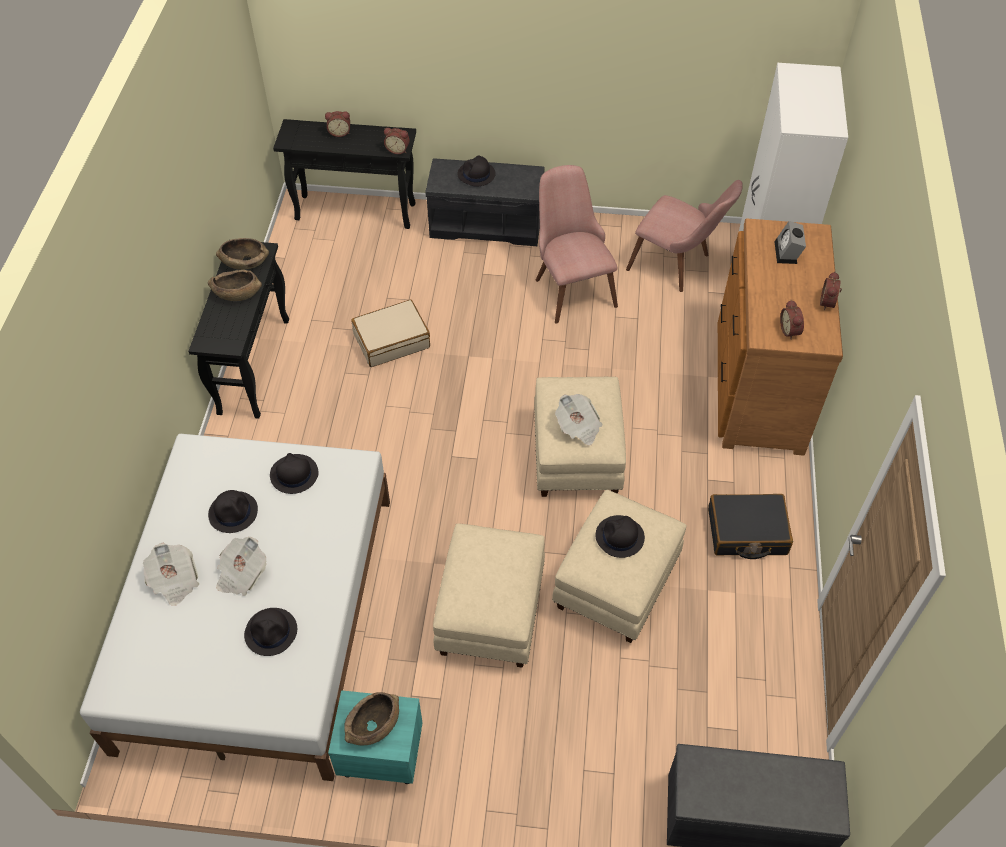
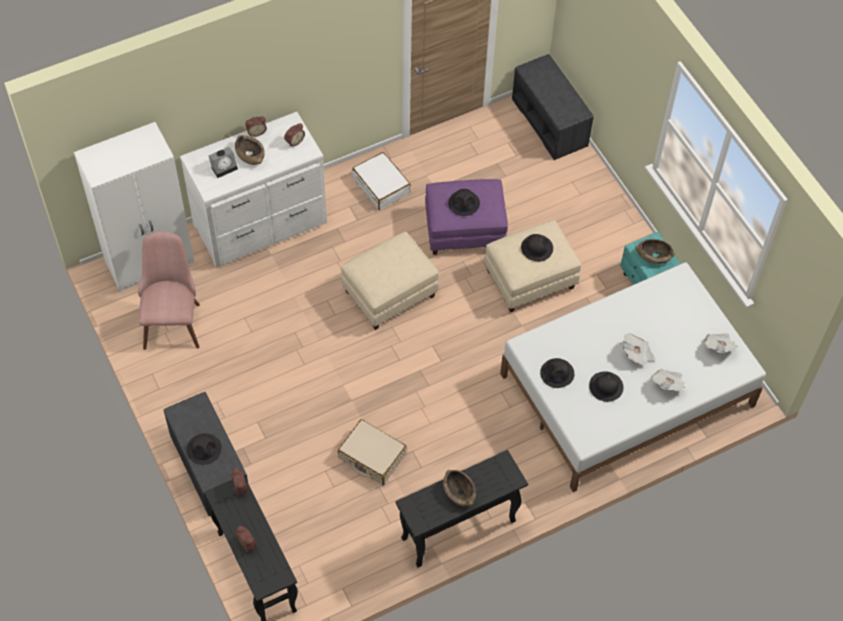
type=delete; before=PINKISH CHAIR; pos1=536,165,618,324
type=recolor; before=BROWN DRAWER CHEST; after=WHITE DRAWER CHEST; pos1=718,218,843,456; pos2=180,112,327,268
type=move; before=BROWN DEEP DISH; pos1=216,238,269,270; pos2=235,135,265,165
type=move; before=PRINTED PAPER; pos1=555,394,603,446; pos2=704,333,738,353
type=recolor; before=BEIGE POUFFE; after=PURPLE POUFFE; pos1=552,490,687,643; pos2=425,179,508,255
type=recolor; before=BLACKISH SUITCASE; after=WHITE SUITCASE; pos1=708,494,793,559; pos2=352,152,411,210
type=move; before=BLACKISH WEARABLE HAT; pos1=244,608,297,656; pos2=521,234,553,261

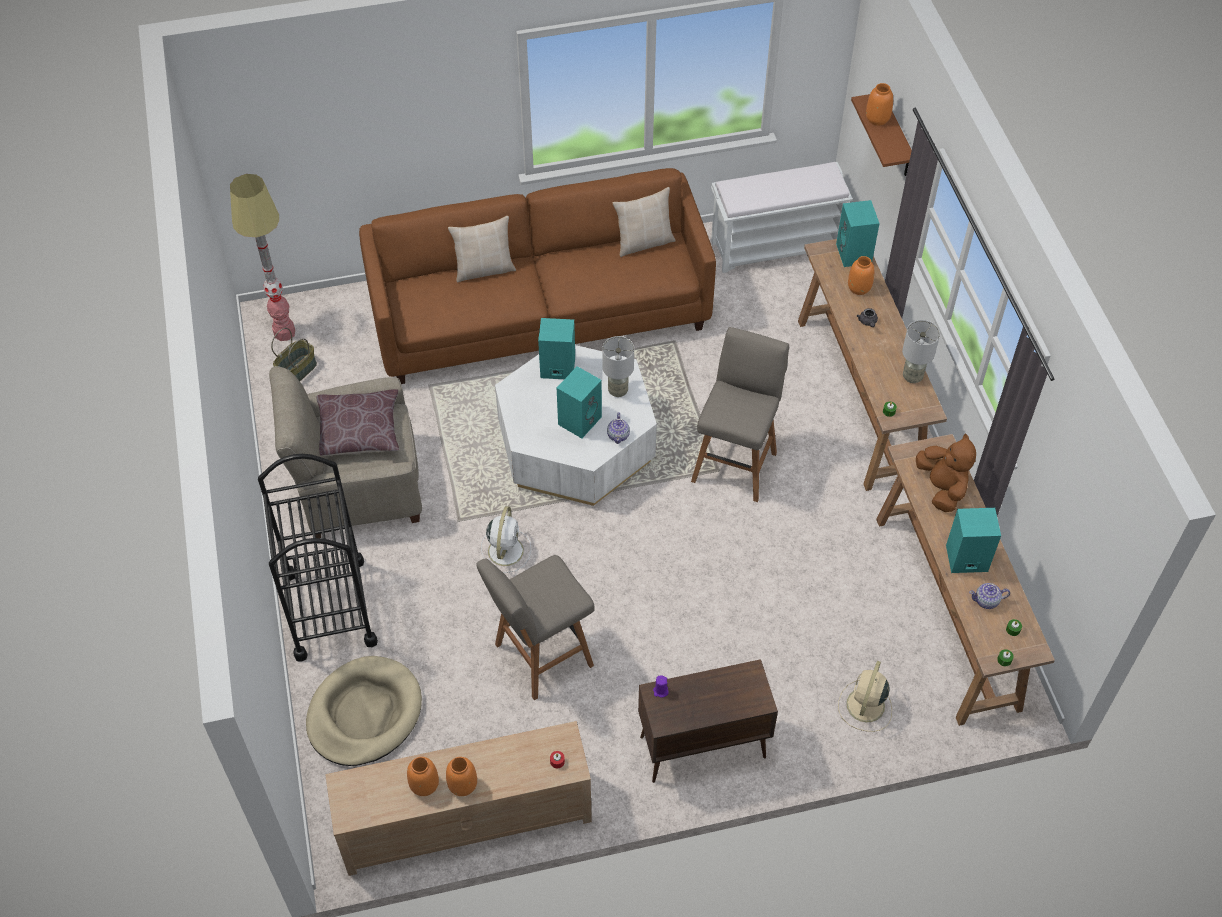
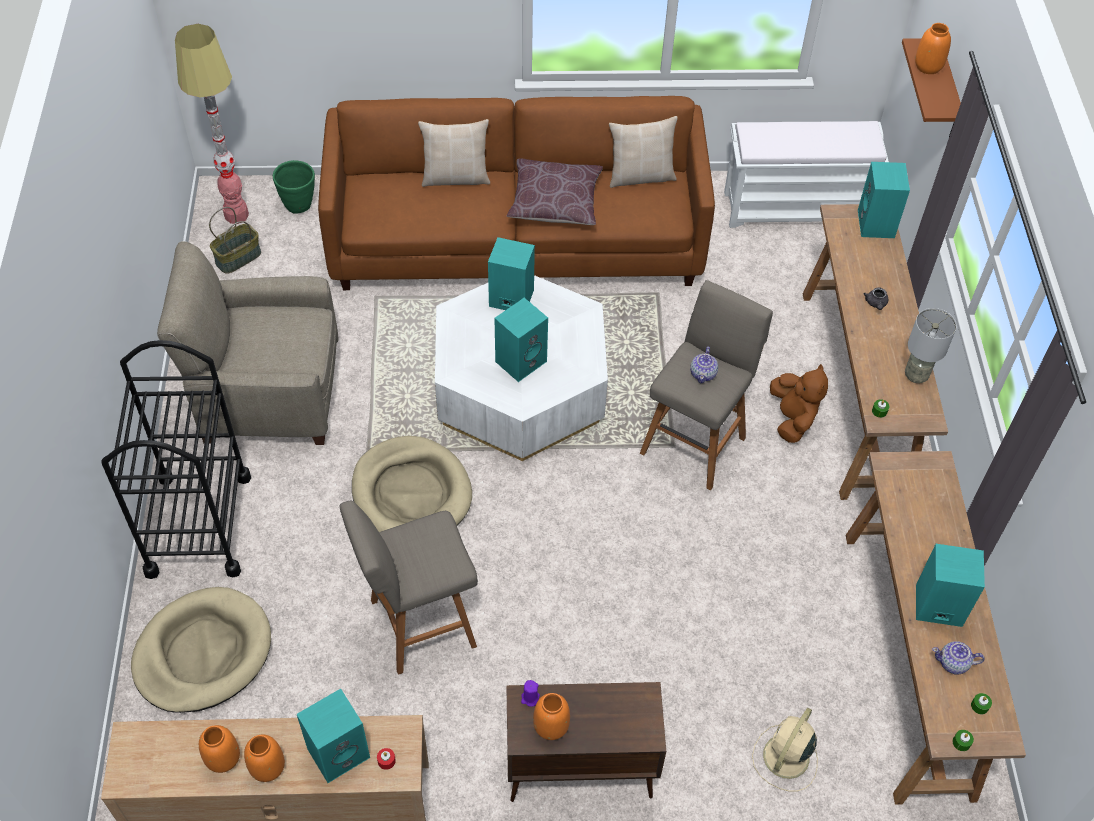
type=move; before=ORANGE DECORATIVE VASE; pos1=848,256,874,295; pos2=533,693,570,740
type=delete; before=GRAY TABLE LAMP; pos1=602,336,634,397
type=move; before=BROWN THROW PILLOW; pos1=316,389,399,456; pos2=507,159,603,225
type=move; before=POT FOR TEA; pos1=607,412,630,444; pos2=690,346,718,383
type=move; before=BROWN CUDDLY TOY; pos1=916,433,976,512; pos2=770,364,828,443
type=replace; before=WHITE FAN; after=BEIGE PET BED; pos1=481,506,531,573; pos2=352,436,472,532
type=insert; after=GREENISH PLANTER; pos2=273,160,315,213
type=insert; after=BLUE-GREEN SPEAKER; pos2=297,689,370,783

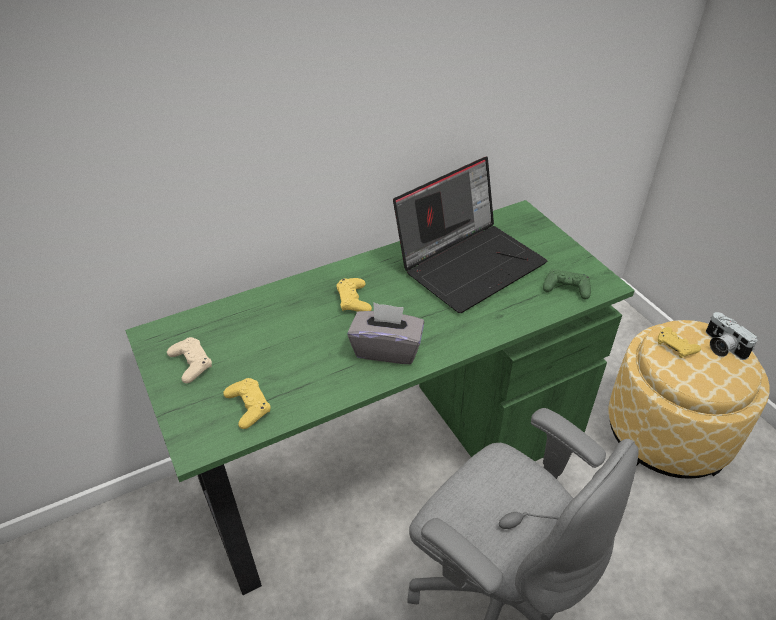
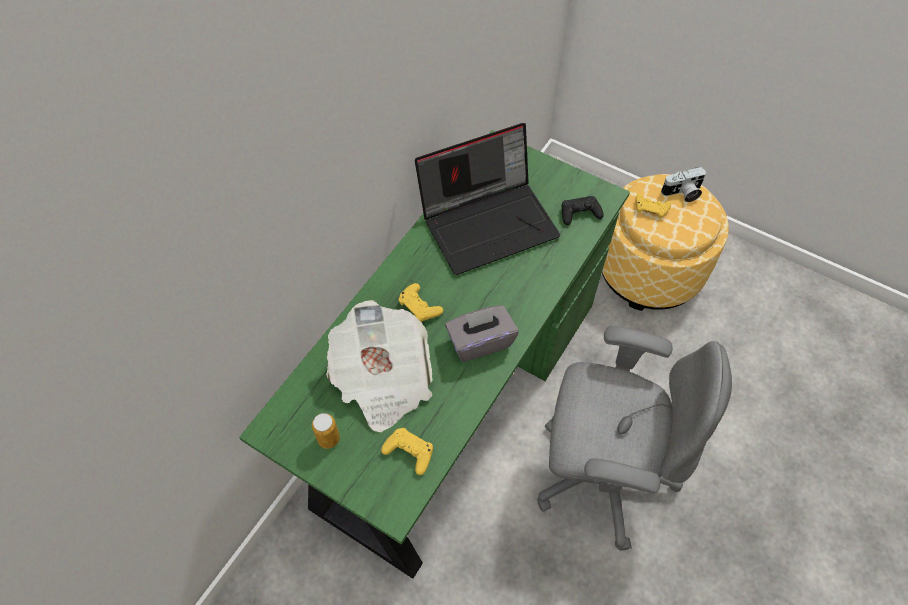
type=rotate; before=LAPTOP; pos1=393,156,547,313; pos2=415,123,560,275; turn=45
type=recolor; before=GREENISH JOYPAD; after=BLACKISH JOYPAD; pos1=543,269,591,300; pos2=562,196,604,225
type=rotate; before=PHOTO CAMERA; pos1=706,312,757,360; pos2=661,167,706,202; turn=-45
type=replace; before=BEIGE JOYPAD; after=METAL CAN; pos1=167,337,212,383; pos2=312,413,340,449
type=insert; after=PRINTED PAPER; pos2=326,300,433,432

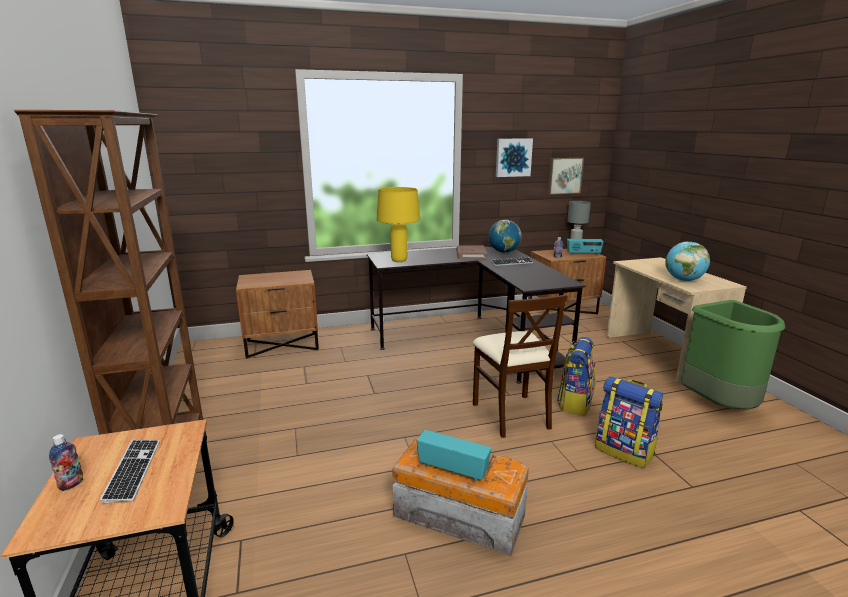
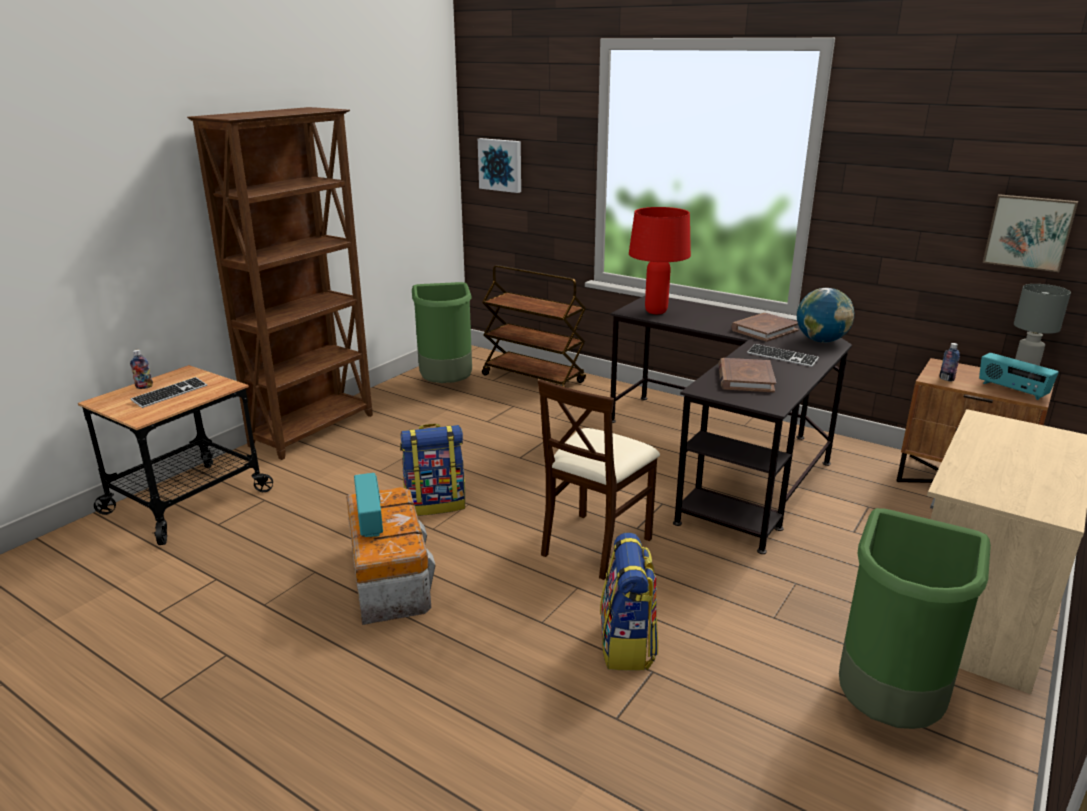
type=move; before=PICTURE; pos1=496,138,533,177; pos2=478,138,521,193
type=recolor; before=YELLOWISH TABLE LAMP; after=REDDISH TABLE LAMP; pos1=377,187,420,262; pos2=629,207,691,314
type=delete; before=WORLD GLOBE; pos1=665,242,710,281
type=replace; before=BROWN NIGHT TABLE; after=BROWN WHEELED CART; pos1=236,270,319,359; pos2=482,265,586,387
type=move; before=BACKPACK; pos1=557,337,596,416; pos2=400,424,465,516
type=insert; after=GREENISH RUBBISH BIN; pos2=412,282,472,383
type=insert; after=BROWN BOUND BOOK; pos2=718,358,776,393

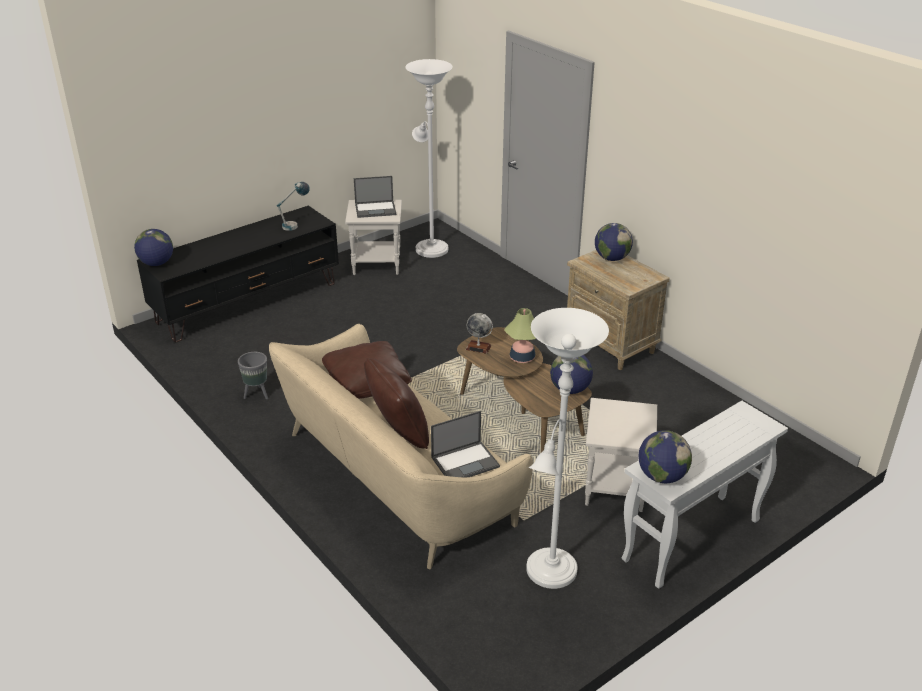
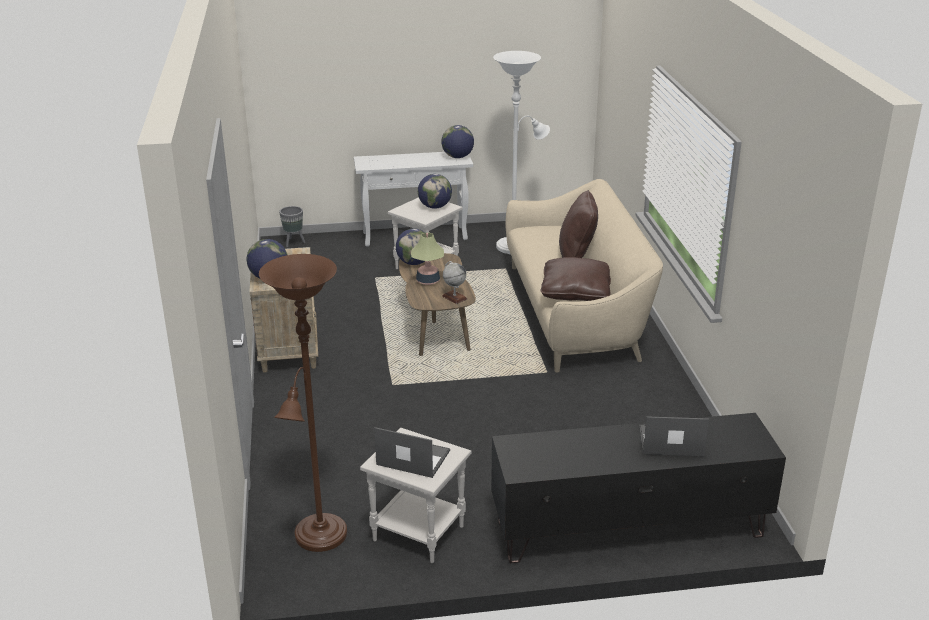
type=recolor; before=WHITE STANDING LAMP; after=BROWN STANDING LAMP; pos1=406,59,453,258; pos2=259,254,347,552
type=delete; before=TABLE LAMP; pos1=277,182,310,231
type=move; before=WORLD GLOBE; pos1=134,229,173,266; pos2=418,174,452,209
type=move; before=GRAY PLANTER; pos1=238,352,268,399; pos2=279,206,305,247
type=move; before=LAPTOP; pos1=431,411,500,477; pos2=639,416,709,456

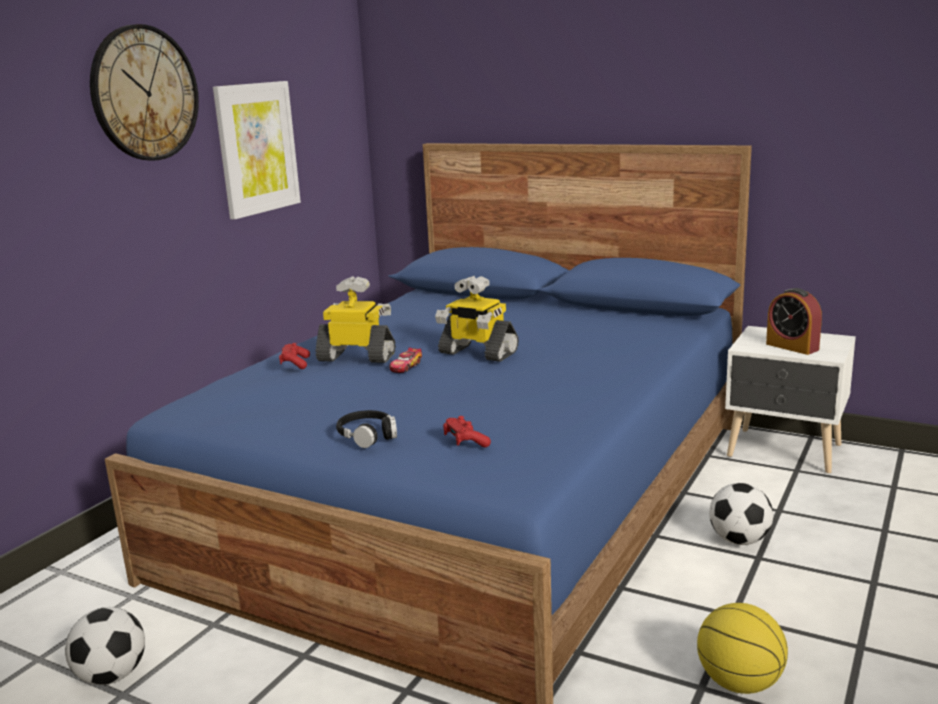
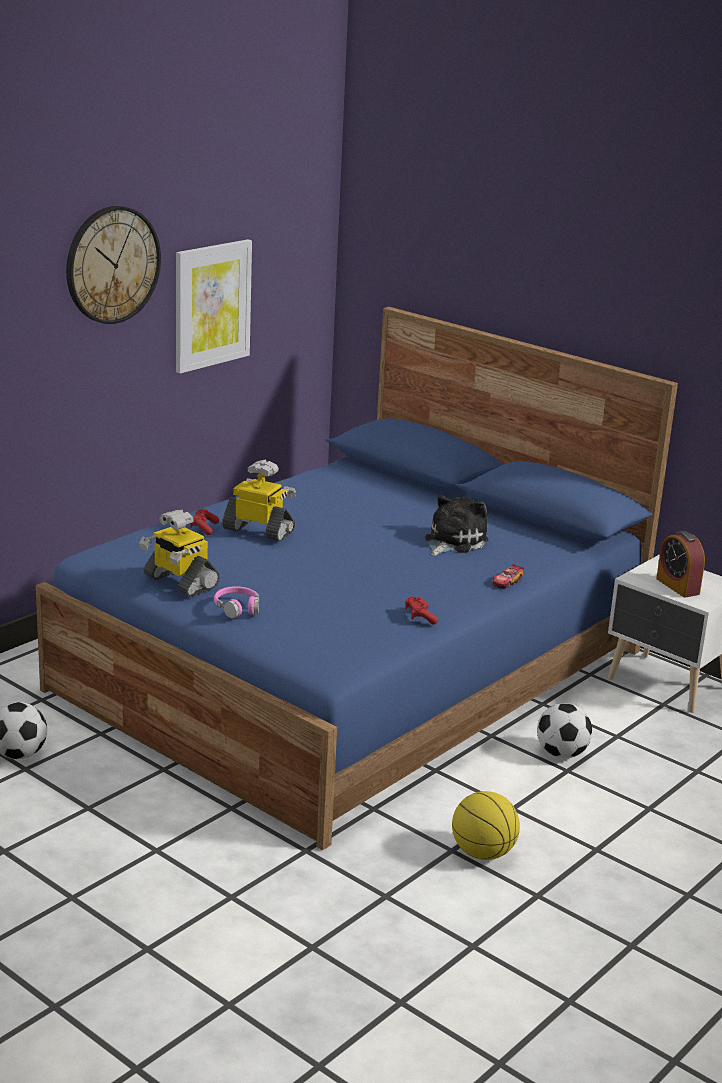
type=move; before=ROBOT FIGURE; pos1=435,276,519,362; pos2=139,510,219,597
type=move; before=MODEL CAR; pos1=389,347,422,373; pos2=492,564,524,588
type=recolor; before=BLACKISH HEADSET; after=PINKISH HEADSET; pos1=336,410,397,448; pos2=214,586,259,618
type=move; before=REDDISH JOYPAD; pos1=443,416,491,448; pos2=405,596,438,624
type=insert; after=CUDDLY TOY; pos2=425,495,489,556

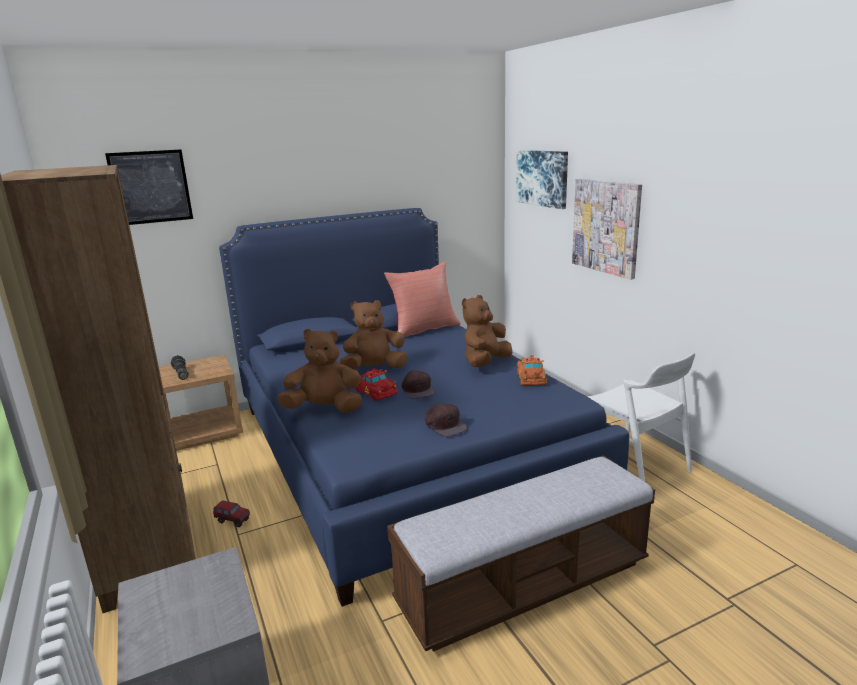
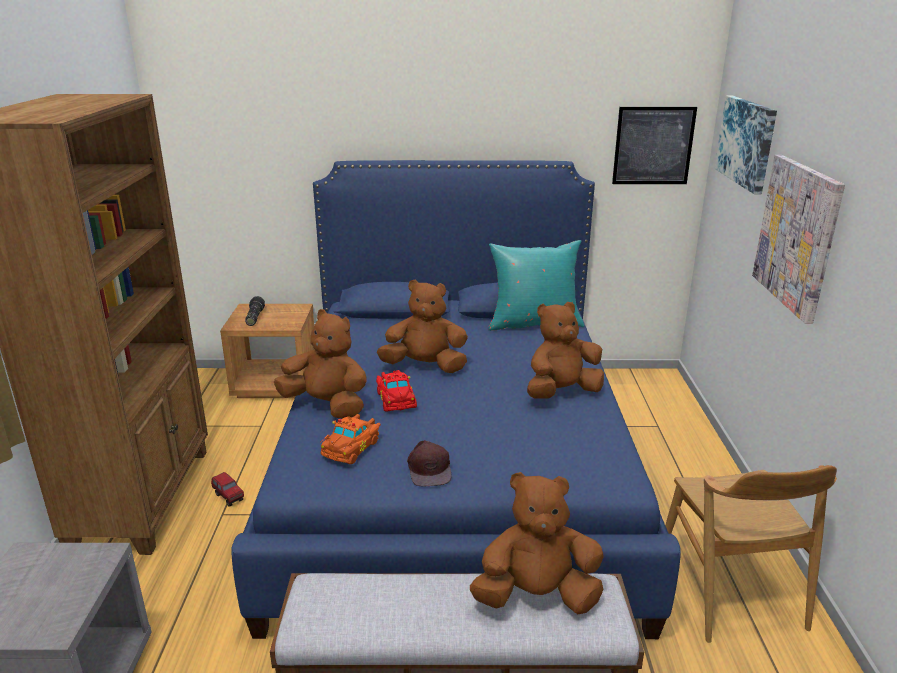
type=move; before=PICTURE; pos1=105,149,193,225; pos2=612,107,697,184
type=recolor; before=REDDISH THROW PILLOW; after=BLUE-GREEN THROW PILLOW; pos1=384,261,461,337; pos2=488,240,584,331
type=recolor; before=WHITE CHAIR; after=BROWN CHAIR; pos1=588,353,695,482; pos2=665,465,837,643
type=move; before=ORANGE MODEL CAR; pos1=517,355,547,386; pos2=320,414,381,464
type=delete; before=BROWN CAP; pos1=402,370,435,399
type=insert; after=BROWN CUDDLY TOY; pos2=470,472,604,614

